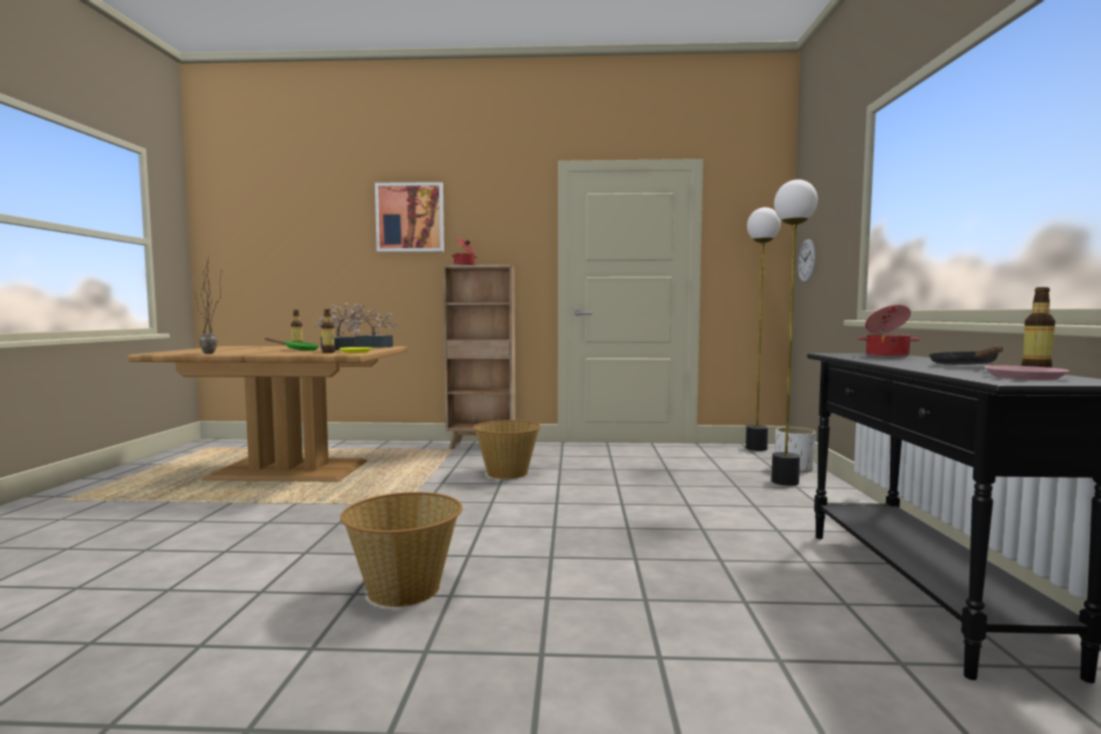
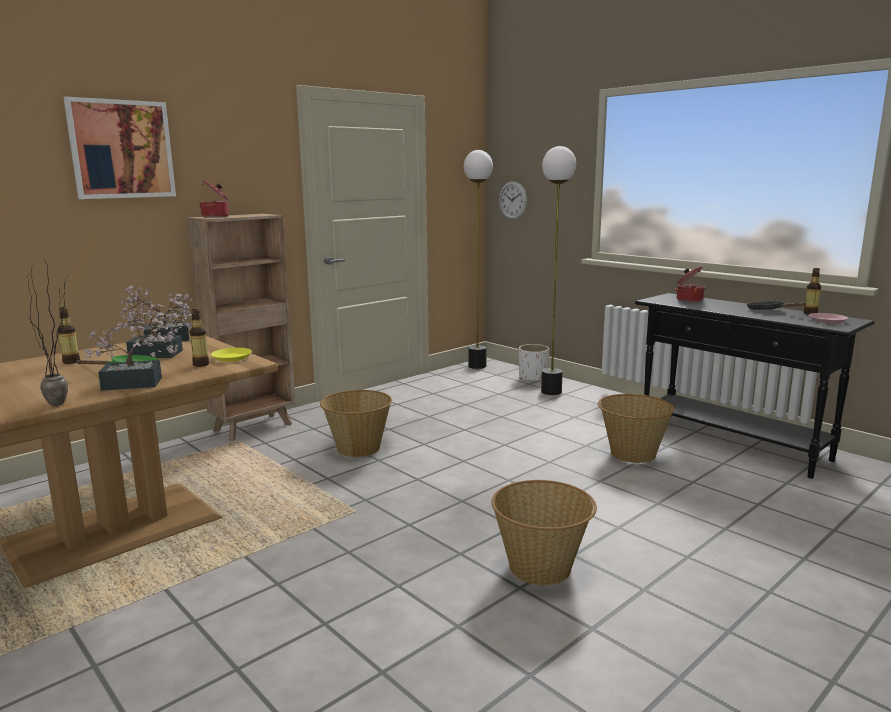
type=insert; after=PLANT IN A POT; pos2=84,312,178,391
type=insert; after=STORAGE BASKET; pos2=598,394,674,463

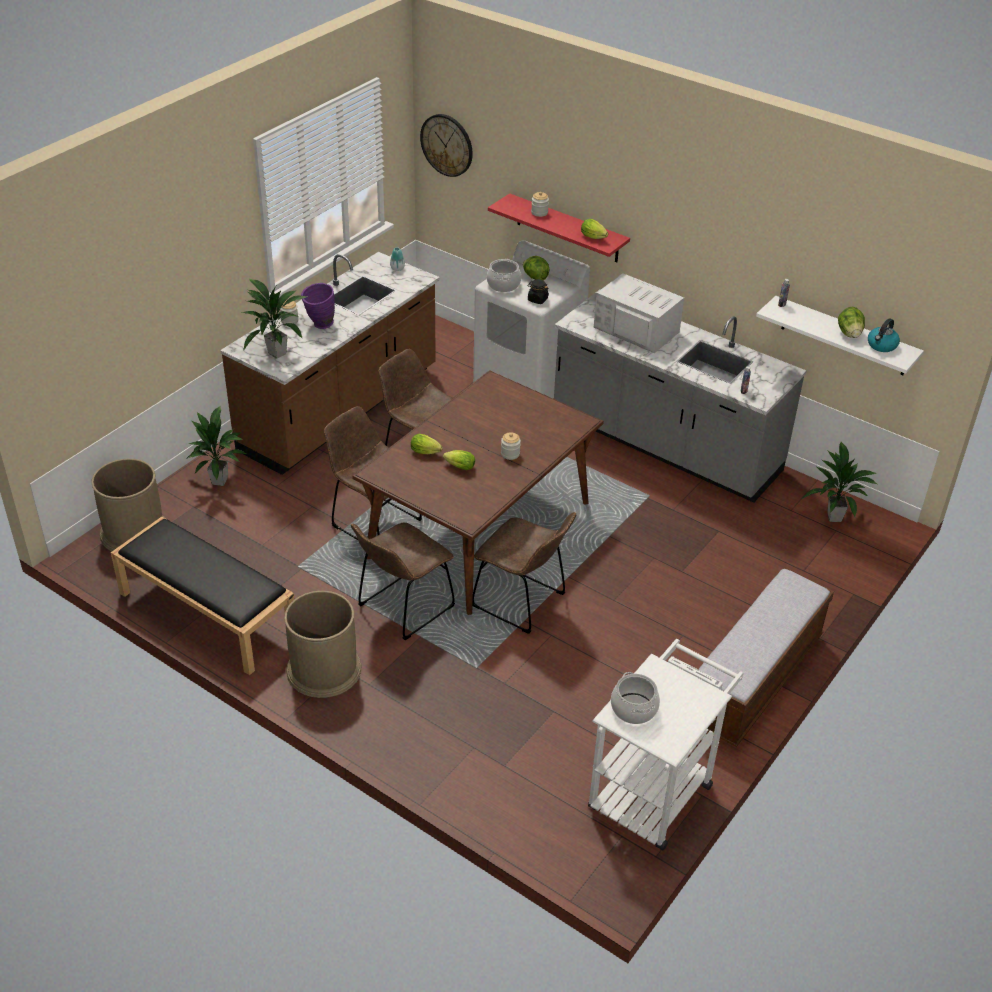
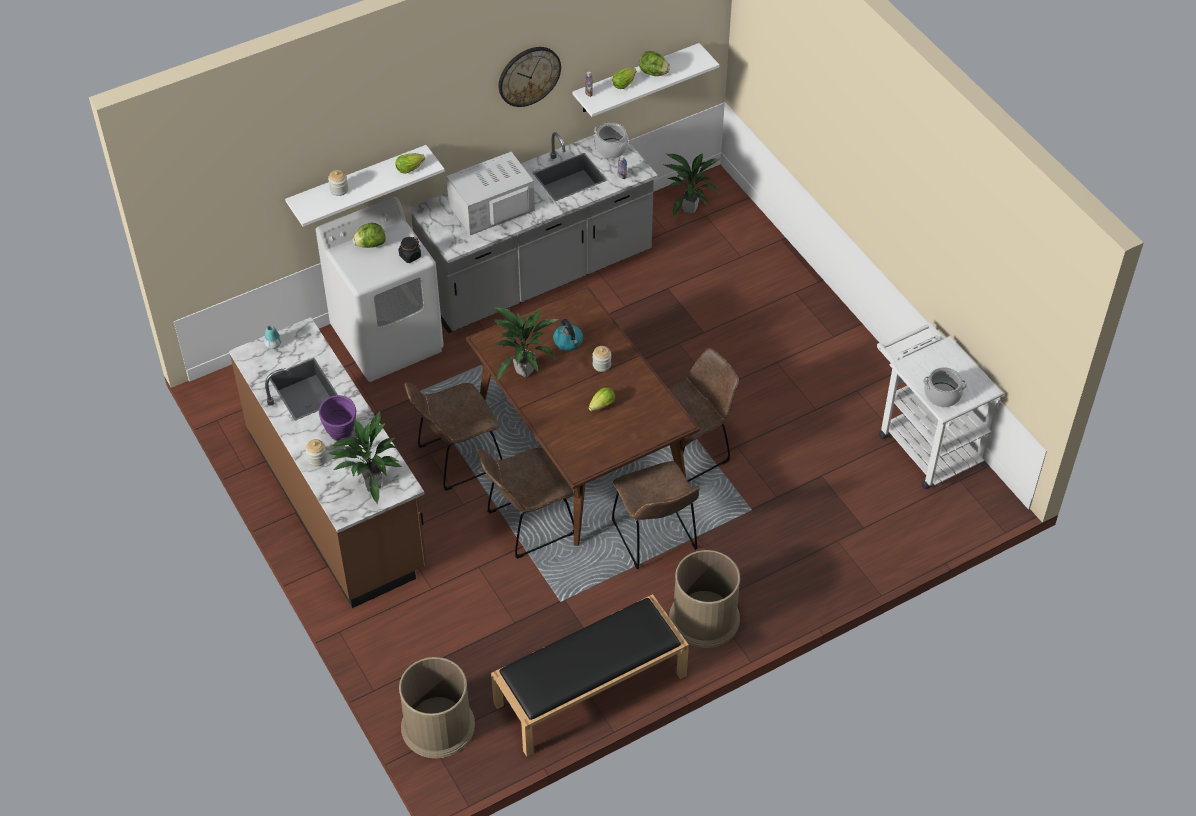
type=move; before=HANGING CLOCK; pos1=420,114,473,177; pos2=499,47,561,107
type=recolor; before=REDDISH SHELF; after=WHITE SHELF; pos1=488,193,630,262; pos2=285,145,445,227
type=move; before=SAUCEPOT; pos1=487,259,521,292; pos2=594,123,629,158
type=move; before=TEA KETTLE; pos1=868,318,900,352; pos2=553,319,583,351
type=move; before=PLANT IN A POT; pos1=186,405,247,486; pos2=493,307,559,381
type=move; before=LETTUCE; pos1=411,434,443,454; pos2=612,68,636,89
type=delete; before=INDOOR BENCH; pos1=698,568,834,747

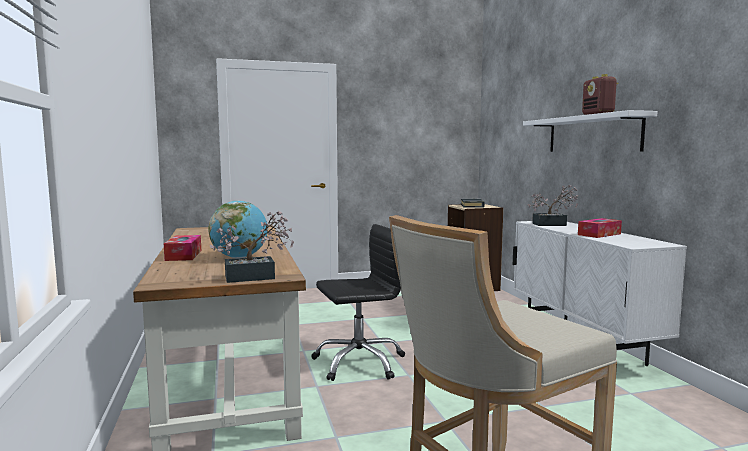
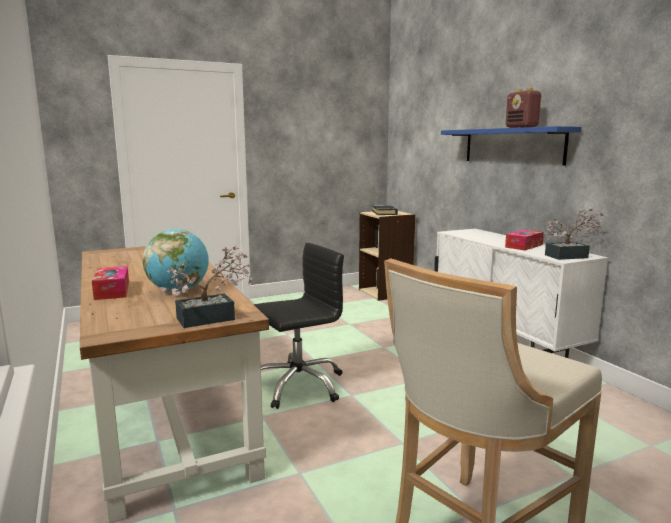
type=recolor; before=WHITE SHELF; after=BLUE-COLOURED SHELF; pos1=523,110,658,152; pos2=441,126,582,166
type=move; before=PLANT IN A POT; pos1=528,185,578,226; pos2=543,208,604,260

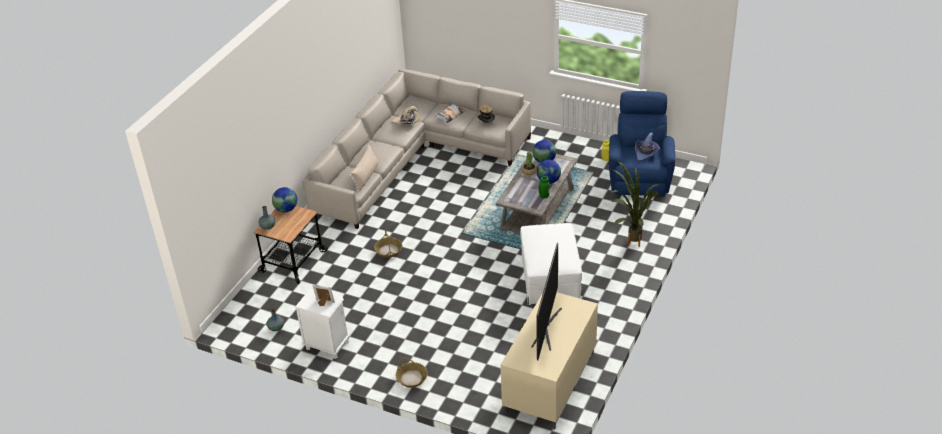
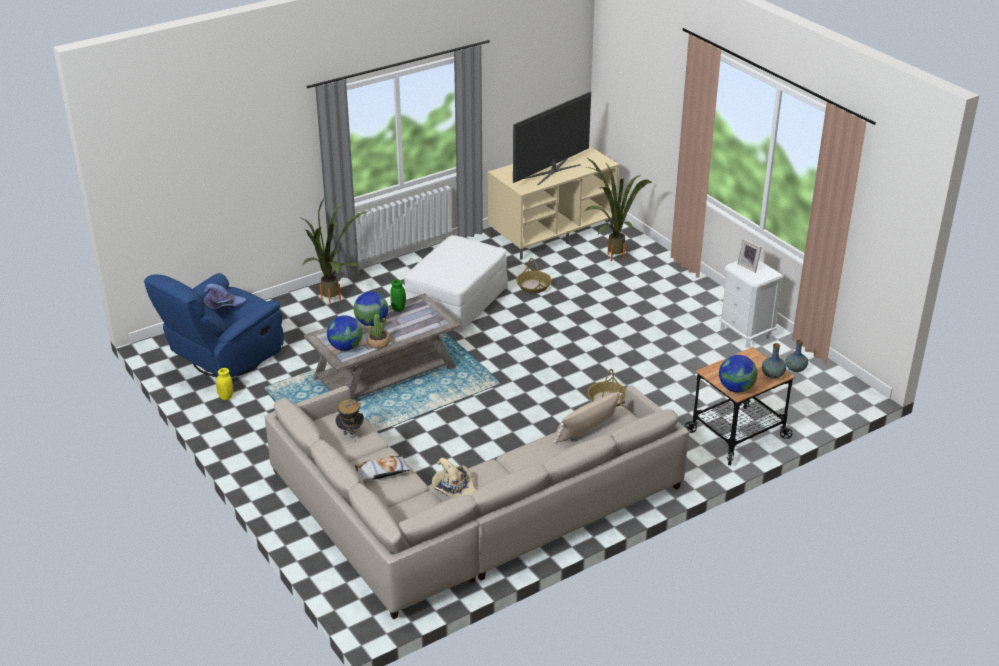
type=move; before=STORAGE BASKET; pos1=396,357,428,388; pos2=516,258,552,293
type=insert; after=PLANT IN A POT; pos2=584,157,652,261

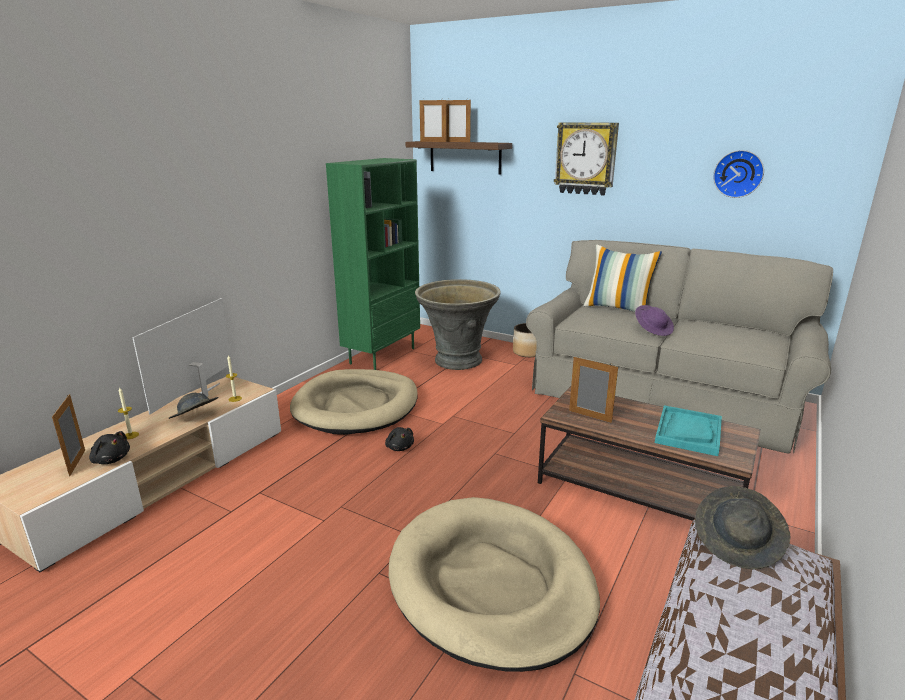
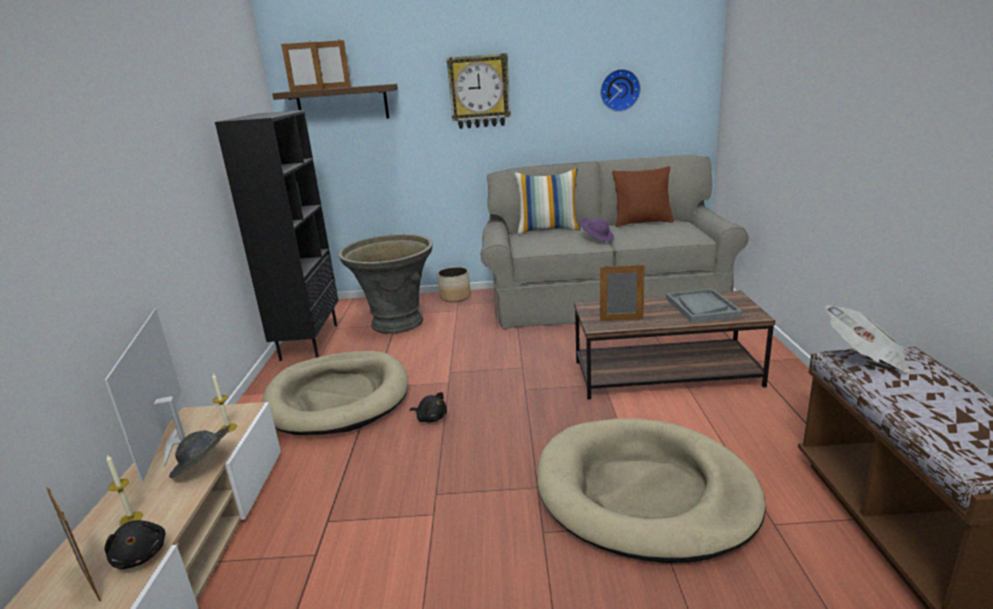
type=recolor; before=GREENISH SHELVING UNIT; after=BLACKISH SHELVING UNIT; pos1=326,158,420,370; pos2=215,110,339,361
type=recolor; before=BLUE-GREEN TRAY; after=GRAY TRAY; pos1=655,405,722,456; pos2=666,288,742,323
type=rotate; before=BLACKISH CUDDLY TOY; pos1=89,431,130,464; pos2=105,520,165,569; turn=60
type=replace; before=GRAY WEARABLE HAT; after=PRINTED PAPER; pos1=695,486,790,569; pos2=825,305,910,372
type=insert; after=BROWN THROW PILLOW; pos2=612,166,674,227

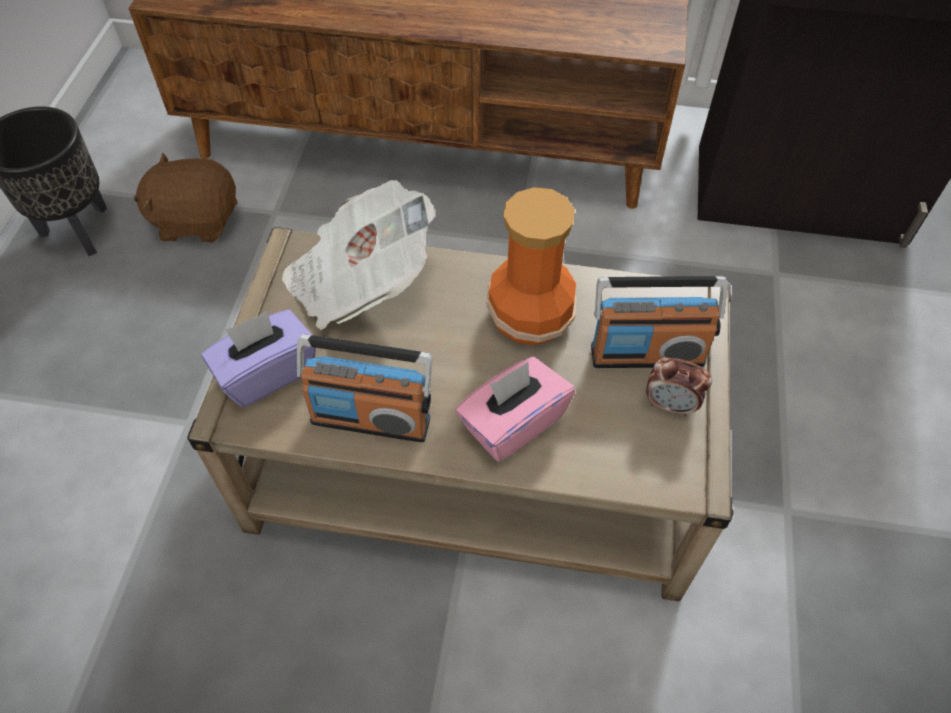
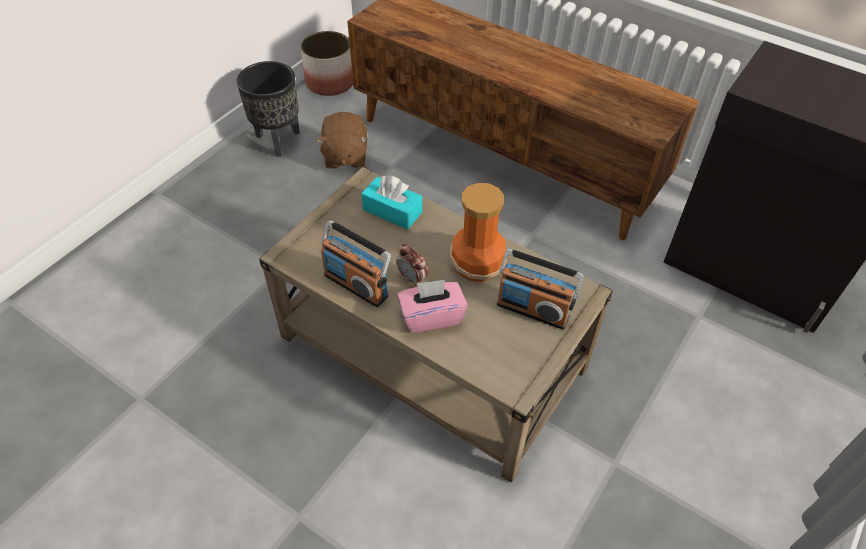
type=rotate; before=BROWN CUDDLY TOY; pos1=134,152,238,243; pos2=316,112,368,169; turn=-120
type=replace; before=PRINTED PAPER; after=BLUE-GREEN TISSUE BOX; pos1=282,180,436,330; pos2=361,175,422,230
type=delete; before=PURPLE TISSUE BOX; pos1=202,309,316,407
type=move; before=TABLE CLOCK; pos1=646,357,712,417; pos2=396,243,428,287
type=insert; after=PLANTER; pos2=301,31,353,96

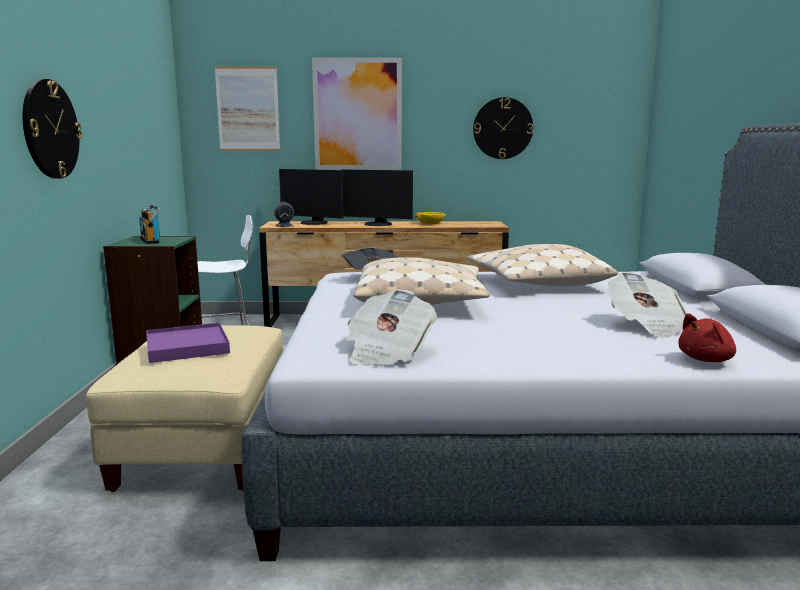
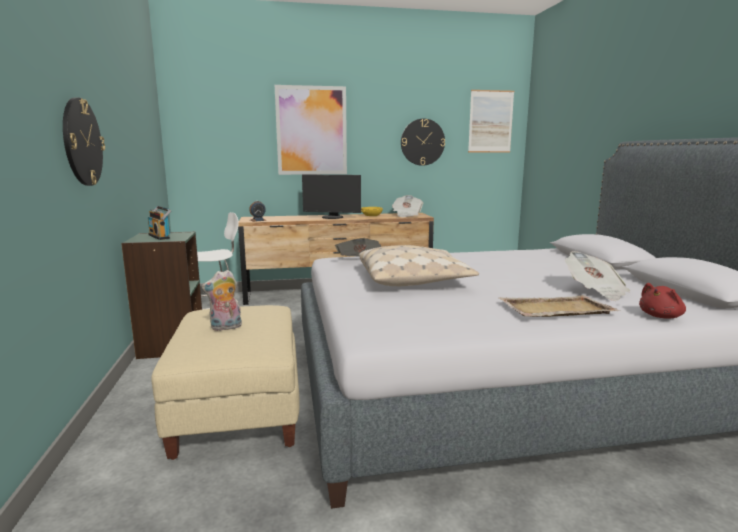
type=move; before=PICTURE; pos1=215,67,280,151; pos2=468,90,514,153
type=delete; before=MONITOR; pos1=279,169,343,225
type=delete; before=BEIGE THROW PILLOW; pos1=467,244,618,286
type=move; before=PRINTED PAPER; pos1=346,289,437,366; pos2=392,195,423,217
type=replace; before=PURPLE TRAY; after=CUDDLY TOY; pos1=146,323,230,363; pos2=202,270,242,331
type=insert; after=BEIGE TRAY; pos2=499,295,620,317

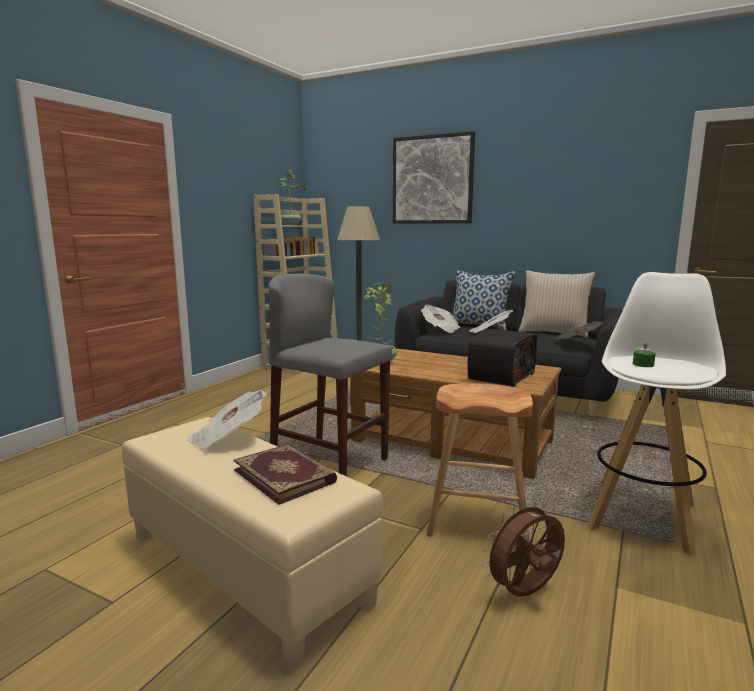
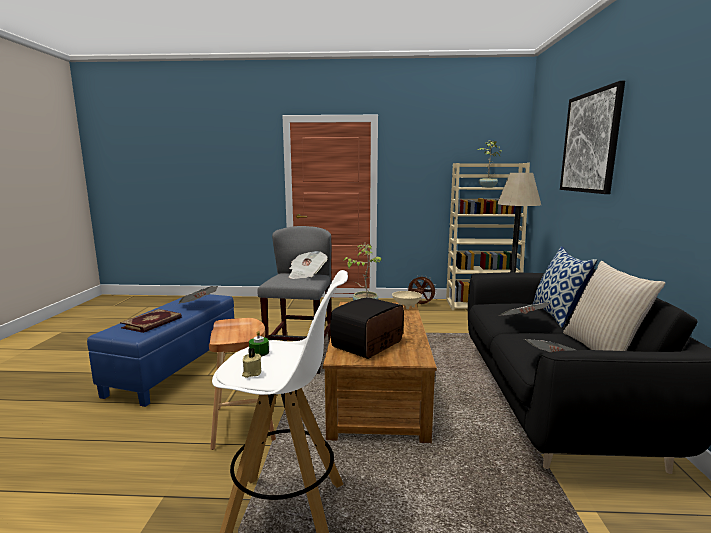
type=move; before=PRINTED PAPER; pos1=421,305,460,333; pos2=289,251,327,279
type=rotate; before=RADIO; pos1=468,329,537,387; pos2=330,297,404,359; turn=120
type=recolor; before=BEIGE POUFFE; after=BLUE-COLOURED POUFFE; pos1=122,417,383,671; pos2=87,294,234,407
type=move; before=BROWN FAN; pos1=482,500,565,597; pos2=408,275,437,305
type=insert; after=BEIGE DEEP DISH; pos2=392,291,422,309
type=insert; after=BEIGE WAX CANDLE; pos2=242,348,261,378

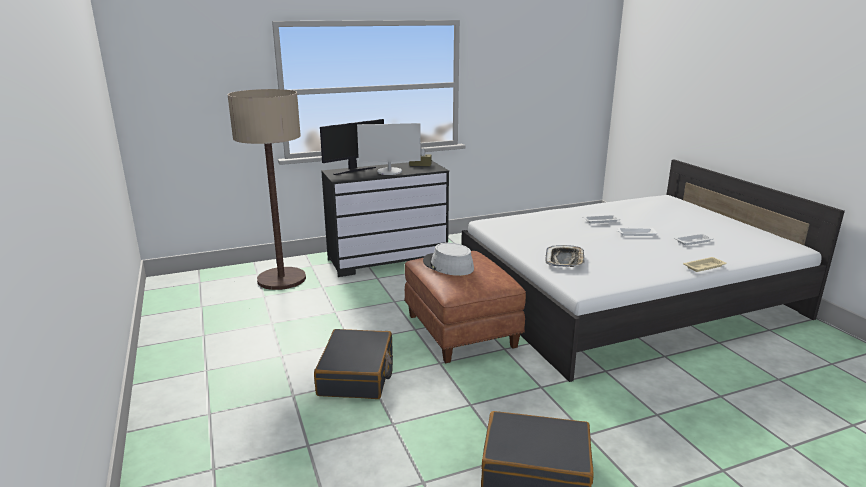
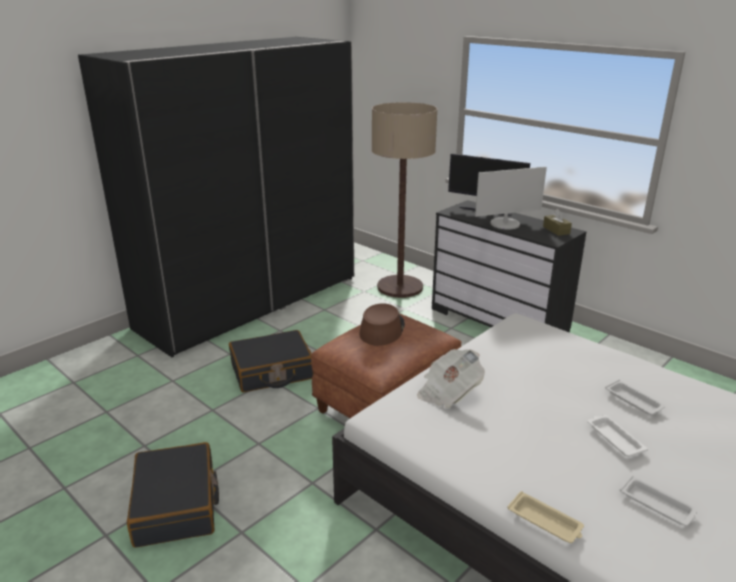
type=rotate; before=MONITOR; pos1=357,123,421,175; pos2=475,167,547,230; turn=-75
type=recolor; before=GRAY WEARABLE HAT; after=BROWN WEARABLE HAT; pos1=423,242,474,276; pos2=359,303,405,346
type=replace; before=TRAY; after=PRINTED PAPER; pos1=545,245,585,267; pos2=417,349,485,408
type=insert; after=BLACKISH CLOTHES CUPBOARD; pos2=78,37,354,357

